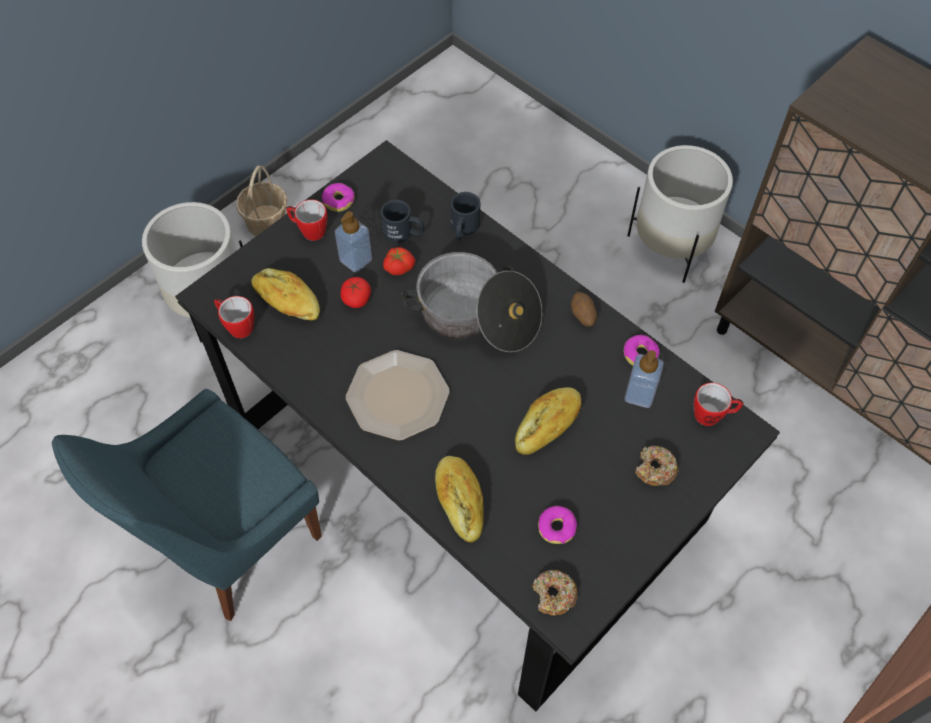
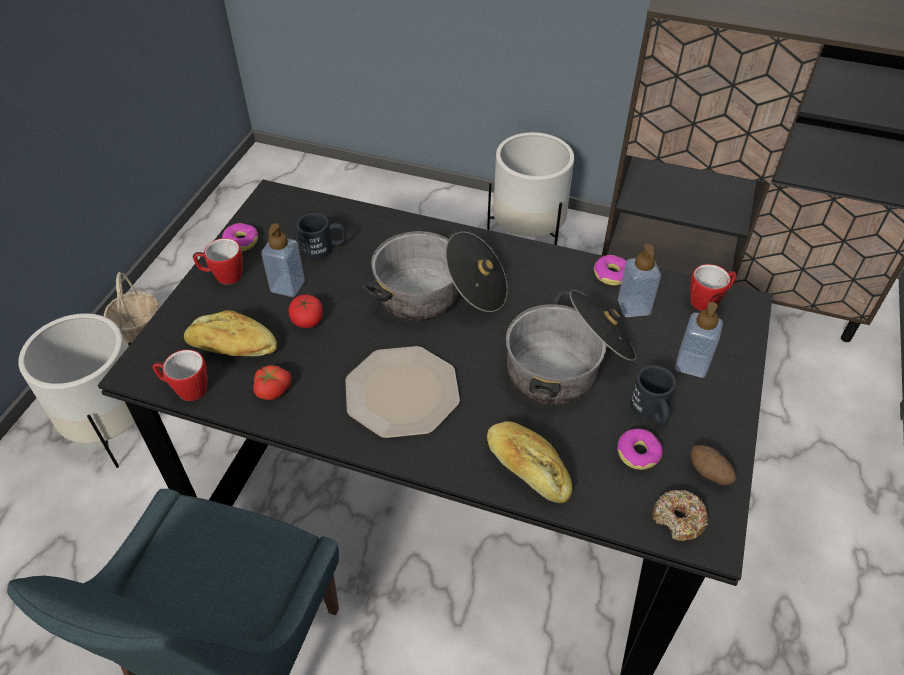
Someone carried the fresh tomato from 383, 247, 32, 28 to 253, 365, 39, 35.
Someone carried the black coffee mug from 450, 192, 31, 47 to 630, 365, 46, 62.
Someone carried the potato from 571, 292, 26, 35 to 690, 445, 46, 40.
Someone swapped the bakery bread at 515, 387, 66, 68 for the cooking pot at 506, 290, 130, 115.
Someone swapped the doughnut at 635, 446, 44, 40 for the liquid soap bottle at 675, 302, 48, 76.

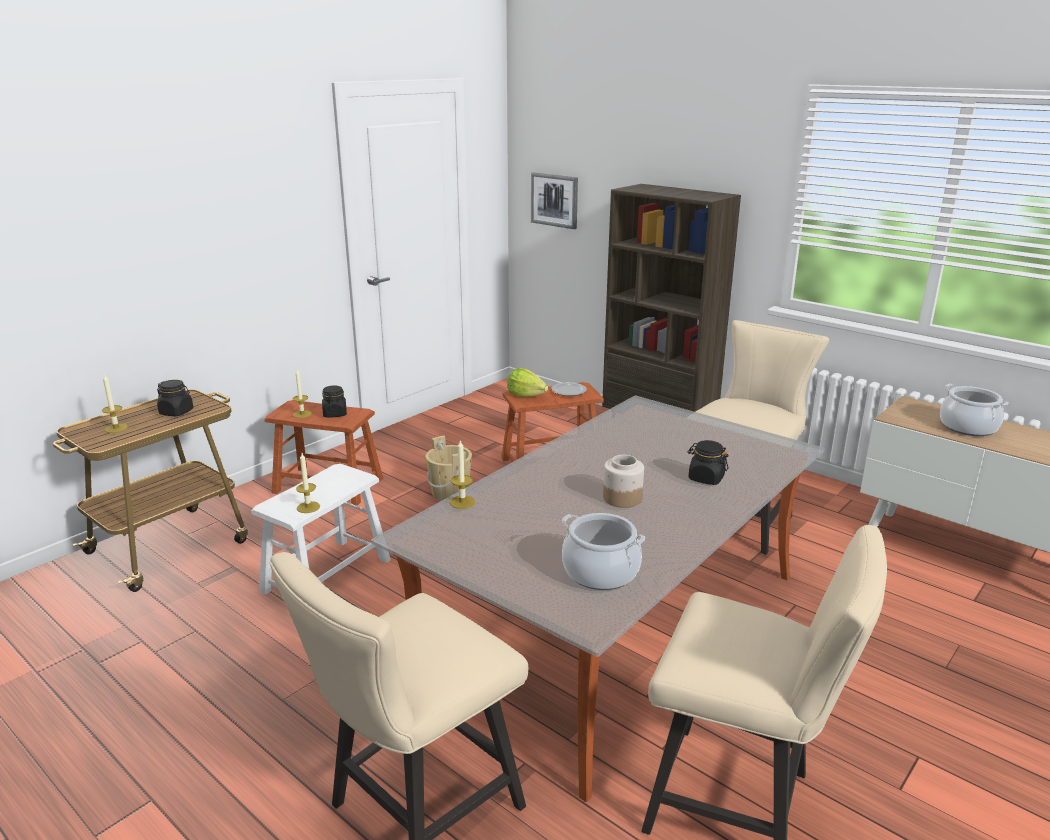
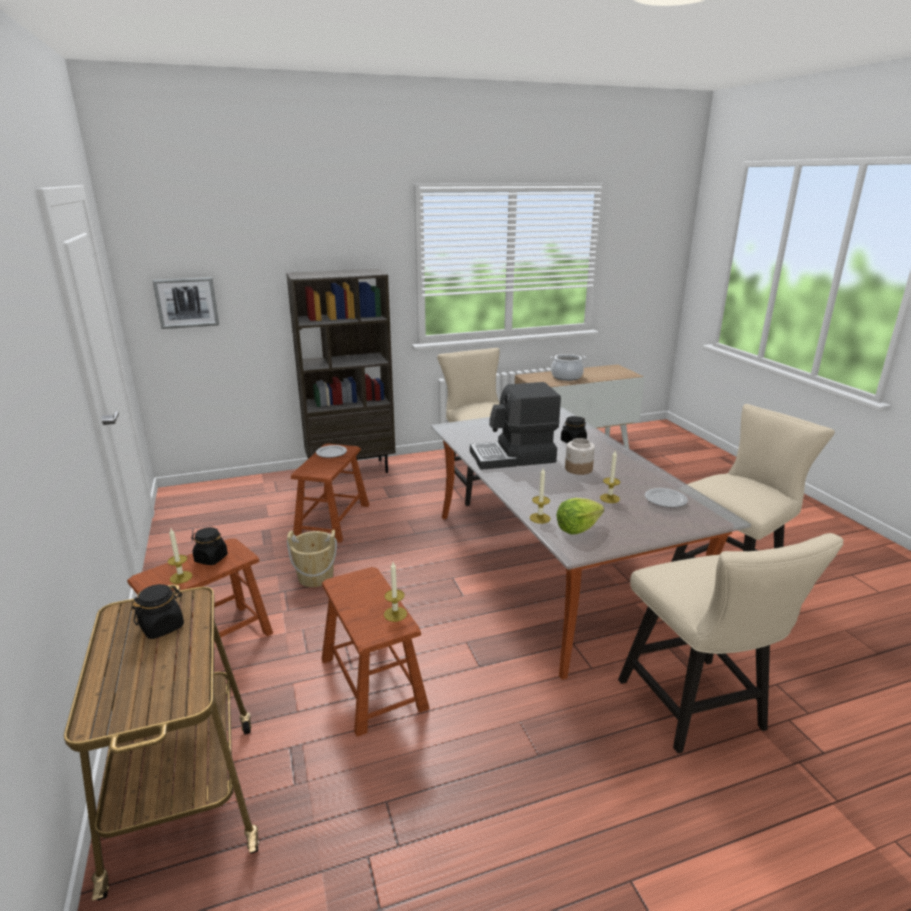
Someone put down the coffee brewer at 470, 382, 91, 88.
Someone carried the candle from 102, 374, 26, 59 to 600, 451, 20, 52.
Someone carried the lettuce head from 507, 368, 41, 29 to 556, 498, 48, 36.
Someone swapped the cooking pot at 562, 513, 83, 77 for the flat dish at 645, 488, 43, 20.
Someone repainted the white-coloured stool at 251, 464, 140, 130, which became the brown-coloured stool at 321, 567, 108, 170.

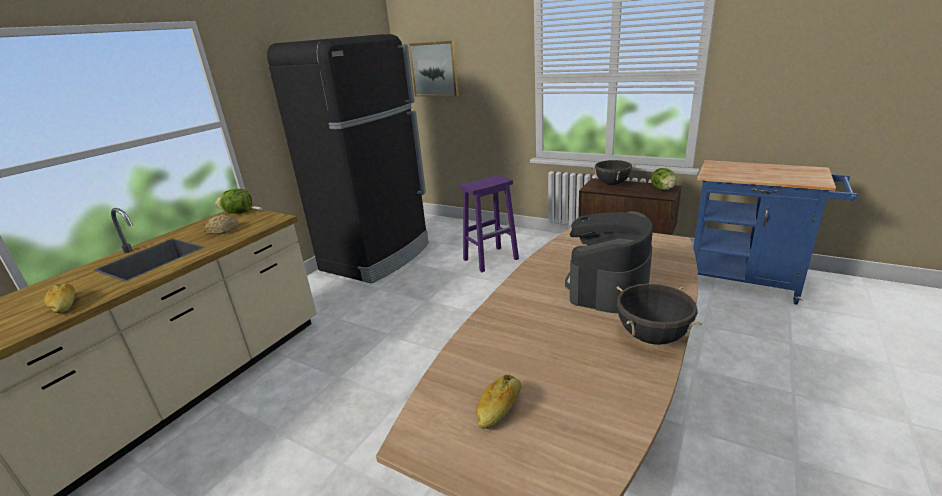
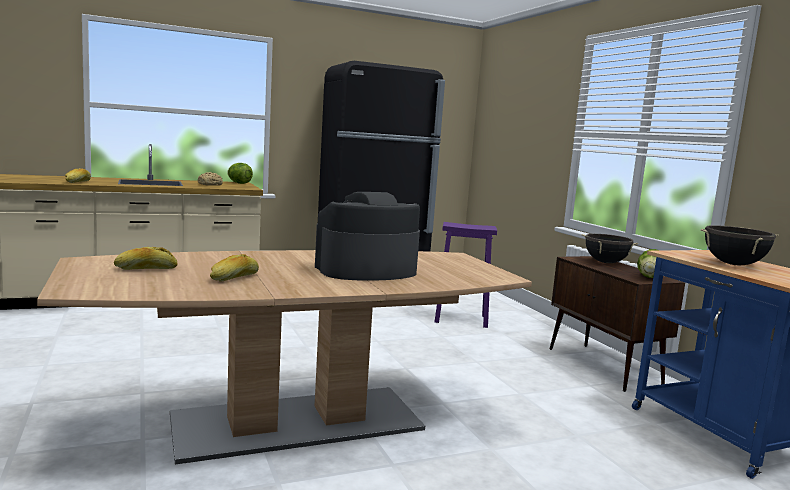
Someone took away the picture at 409, 41, 50, 56.
Someone put down the bakery bread at 210, 254, 49, 27.
Someone carried the black cooking pot from 617, 284, 85, 61 to 701, 225, 78, 40.

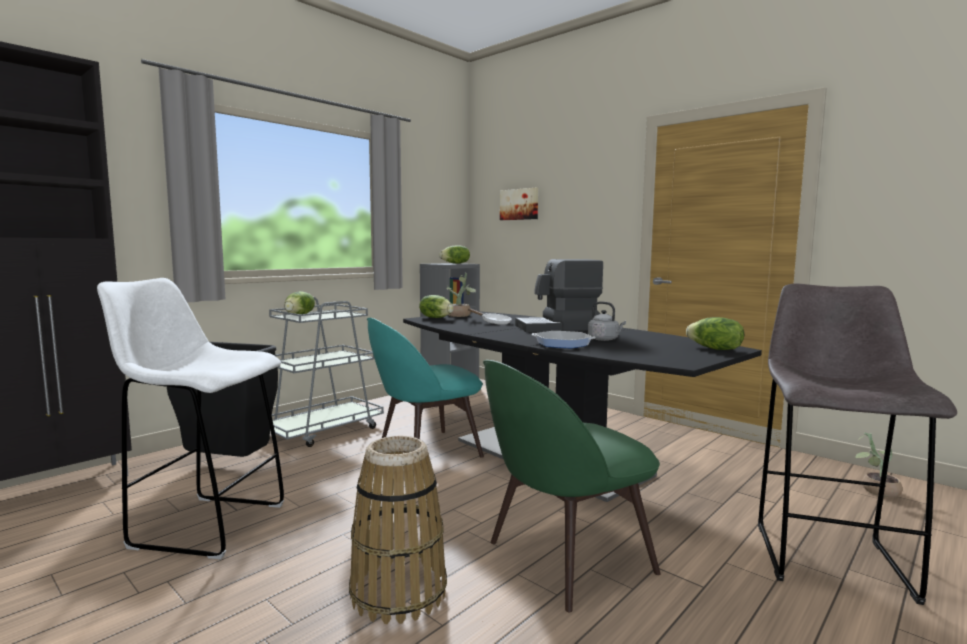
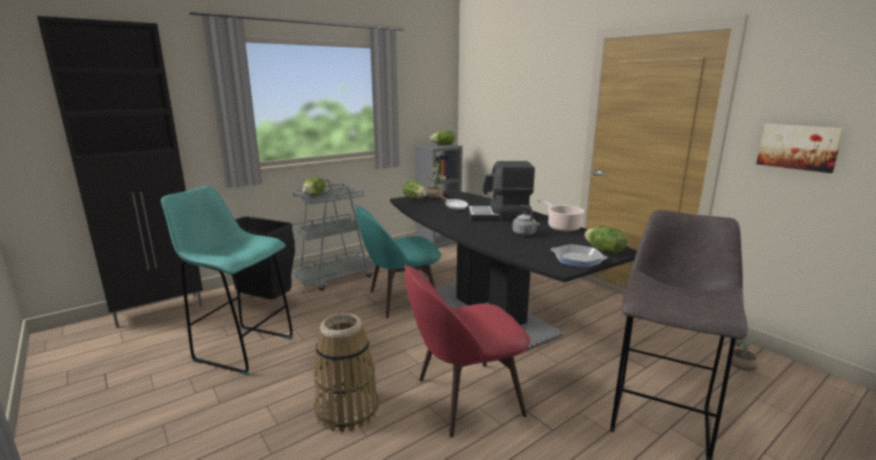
Someone put down the cooking pot at 538, 199, 46, 33.
Someone carried the picture from 500, 188, 38, 32 to 756, 124, 89, 49.
Someone carried the skillet from 531, 331, 65, 17 to 551, 244, 57, 24.
Someone repainted the white-coloured stool at 97, 278, 187, 282, which became the turquoise-coloured stool at 161, 185, 132, 190.
Someone repainted the greenish chair at 483, 360, 177, 252, which became the red-coloured chair at 404, 265, 126, 173.

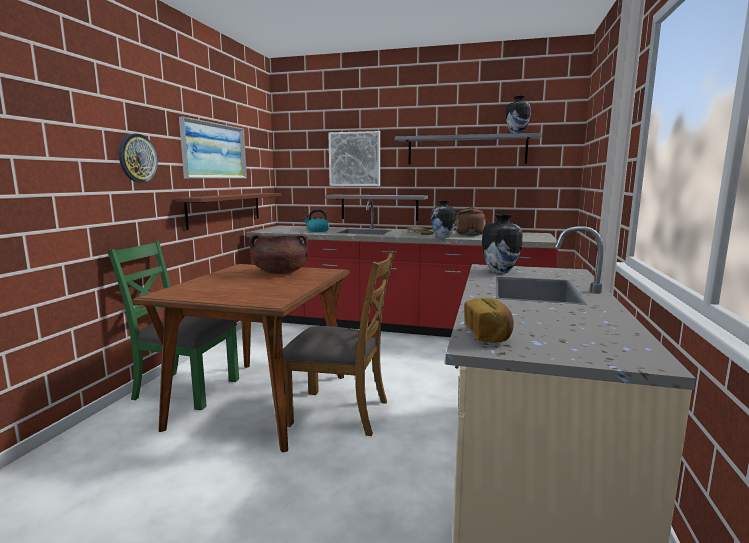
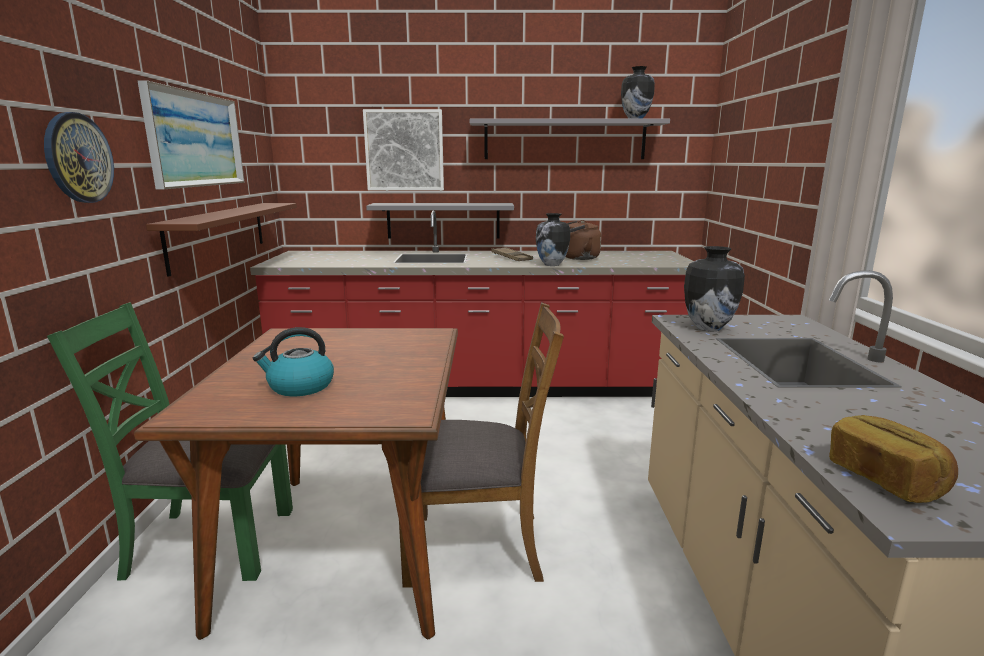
Someone took away the brown-coloured cooking pot at 250, 234, 58, 40.
Someone carried the kettle from 303, 209, 26, 23 to 253, 327, 81, 69.

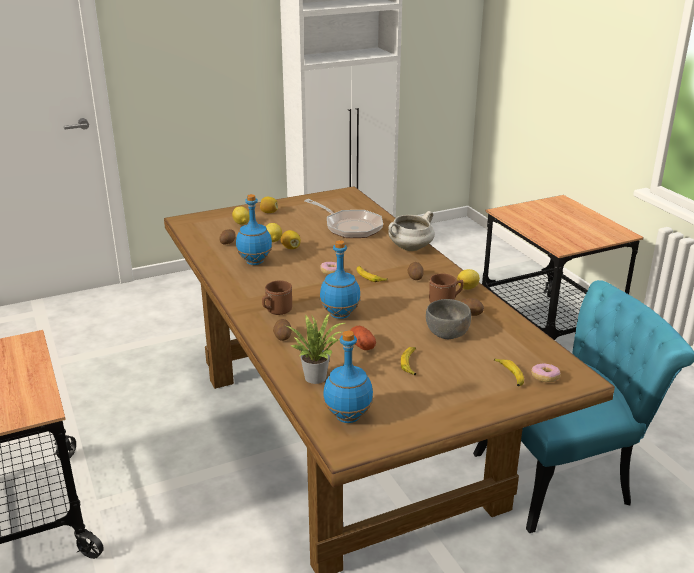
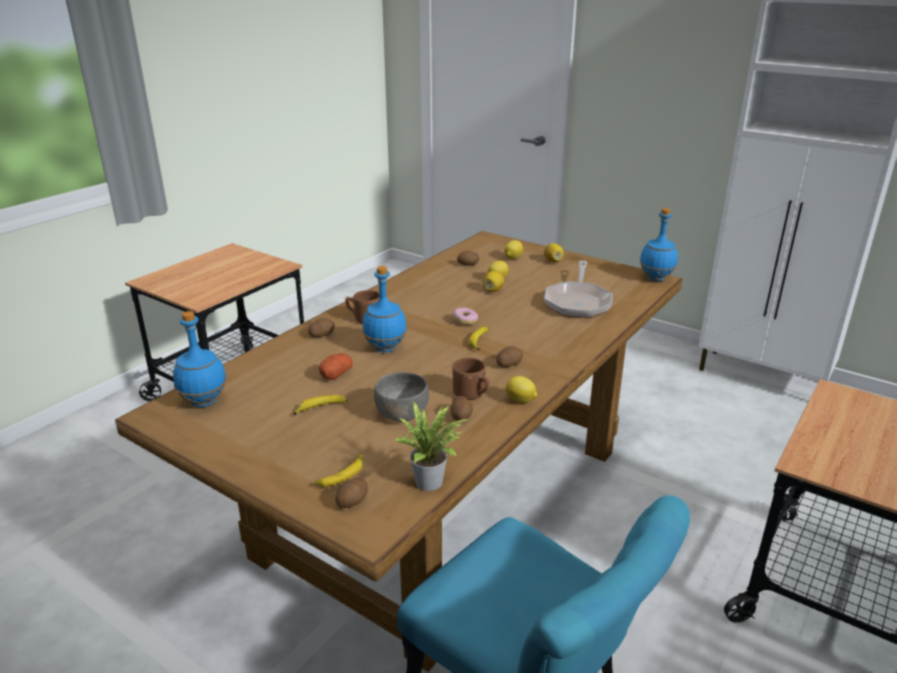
Someone took away the white-coloured cooking pot at 388, 211, 47, 40.
Someone carried the blue-coloured bottle from 236, 194, 36, 71 to 640, 208, 38, 73.
Someone carried the plant in a pot from 287, 313, 58, 71 to 395, 402, 73, 89.
Someone swapped the doughnut at 531, 363, 30, 19 for the potato at 335, 477, 33, 31.

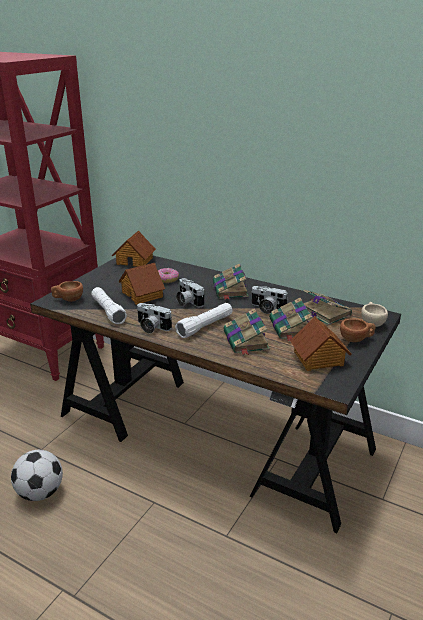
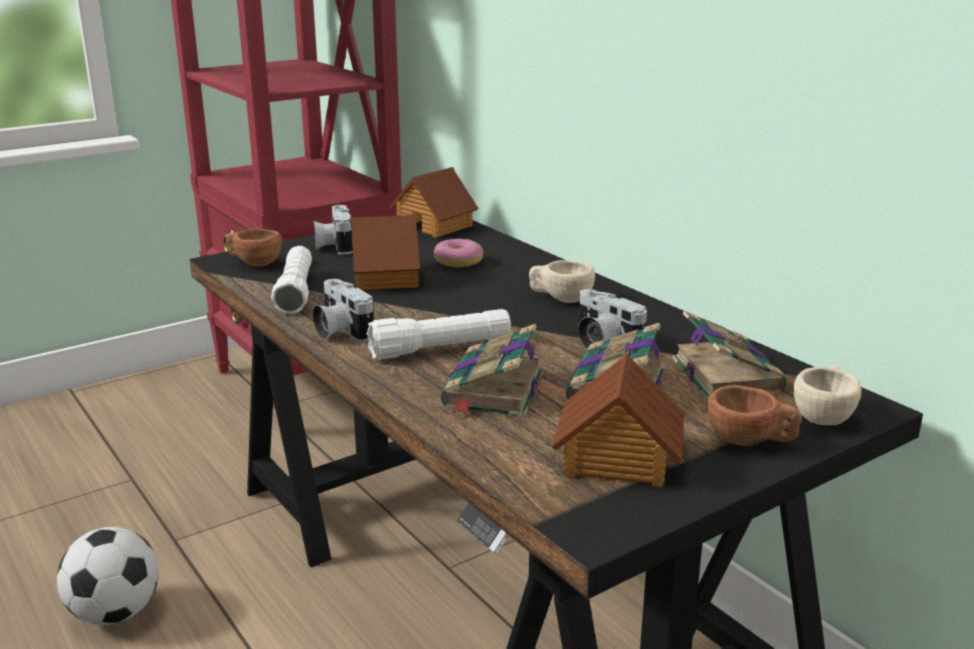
Someone carried the photo camera from 176, 278, 28, 29 to 314, 205, 39, 50.
Someone swapped the volume at 213, 263, 36, 37 for the sand-coloured cup at 529, 260, 66, 43.

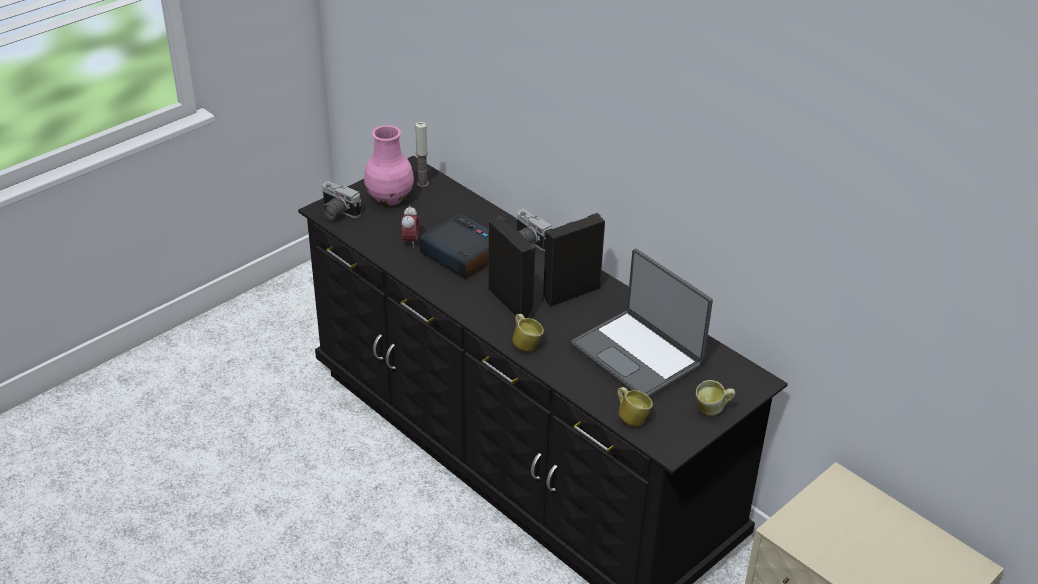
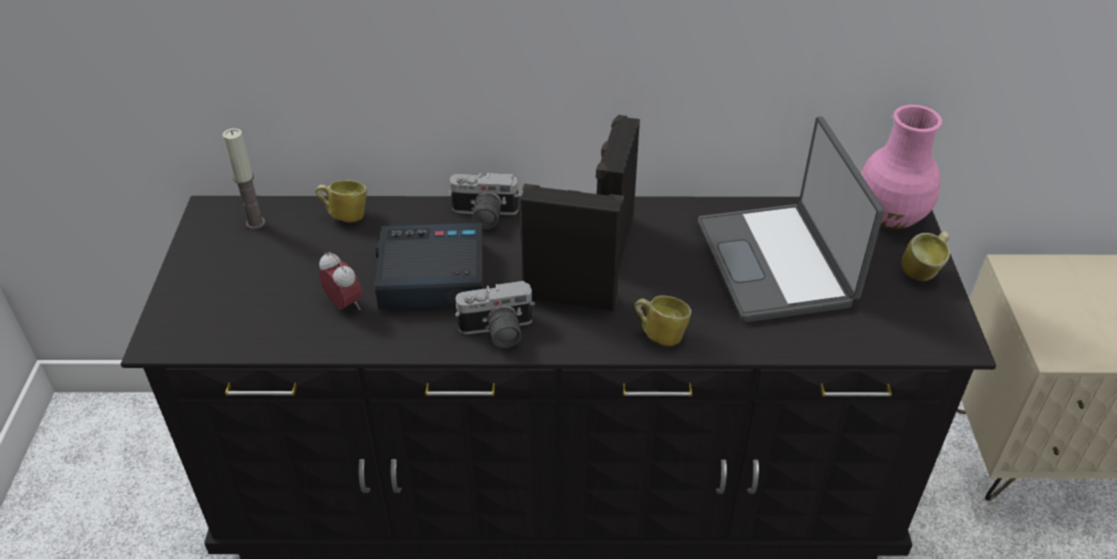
Someone carried the photo camera from 321, 181, 40, 39 to 455, 281, 80, 67.
Someone carried the pinkish vase from 364, 125, 50, 81 to 861, 105, 81, 125.
Someone carried the coffee mug from 617, 387, 36, 39 to 315, 180, 52, 43.
Someone rotated the laptop at 571, 249, 142, 149 by 75 degrees clockwise.

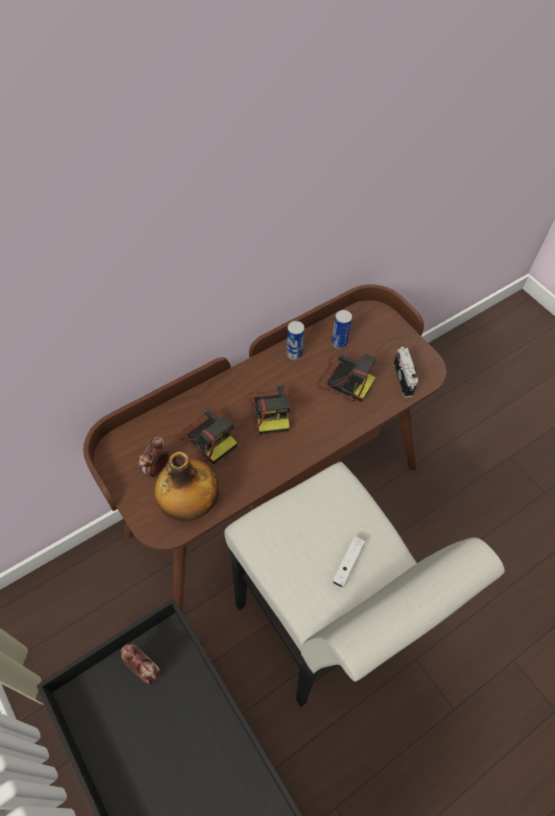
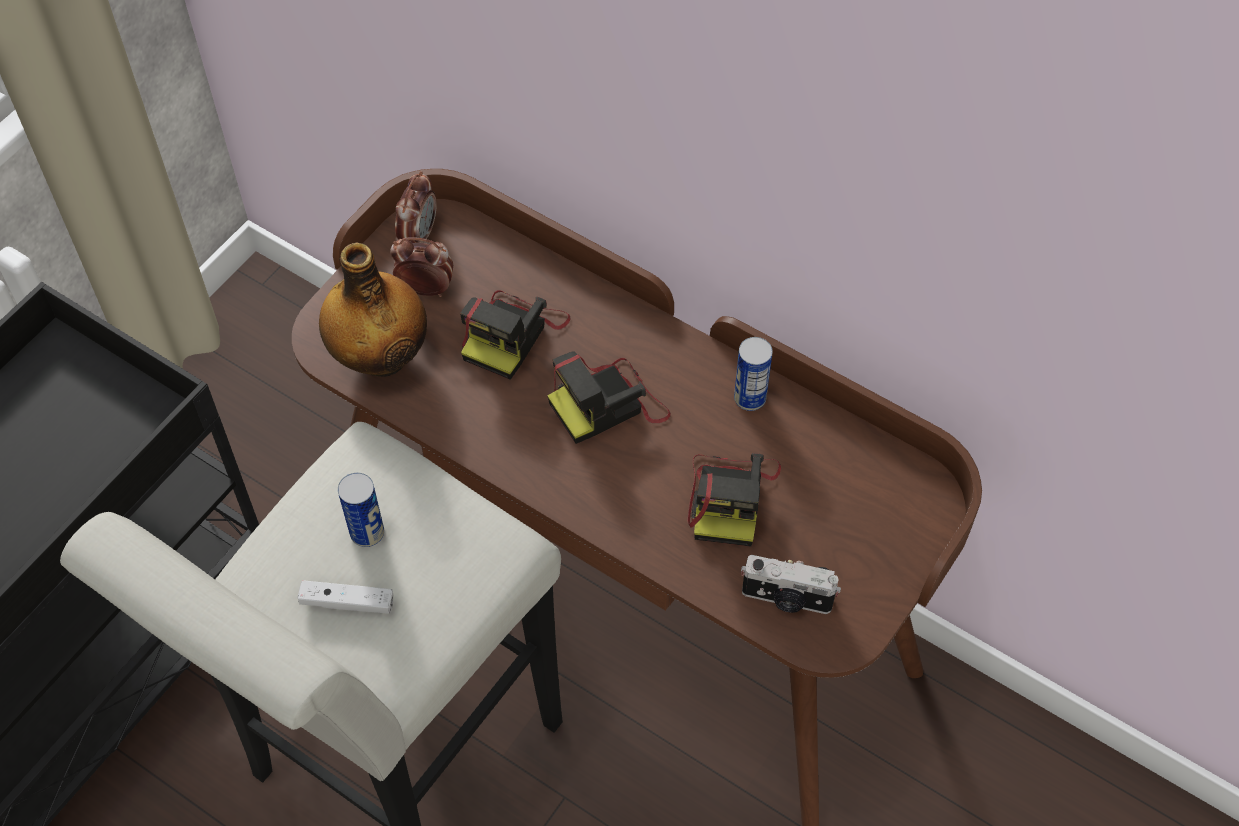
Someone carried the bedside clock from 120, 643, 41, 42 to 395, 171, 42, 72.
Someone carried the metal can from 332, 310, 20, 39 to 338, 473, 46, 74.
Someone rotated the photo camera at 394, 347, 24, 51 by 45 degrees clockwise.

